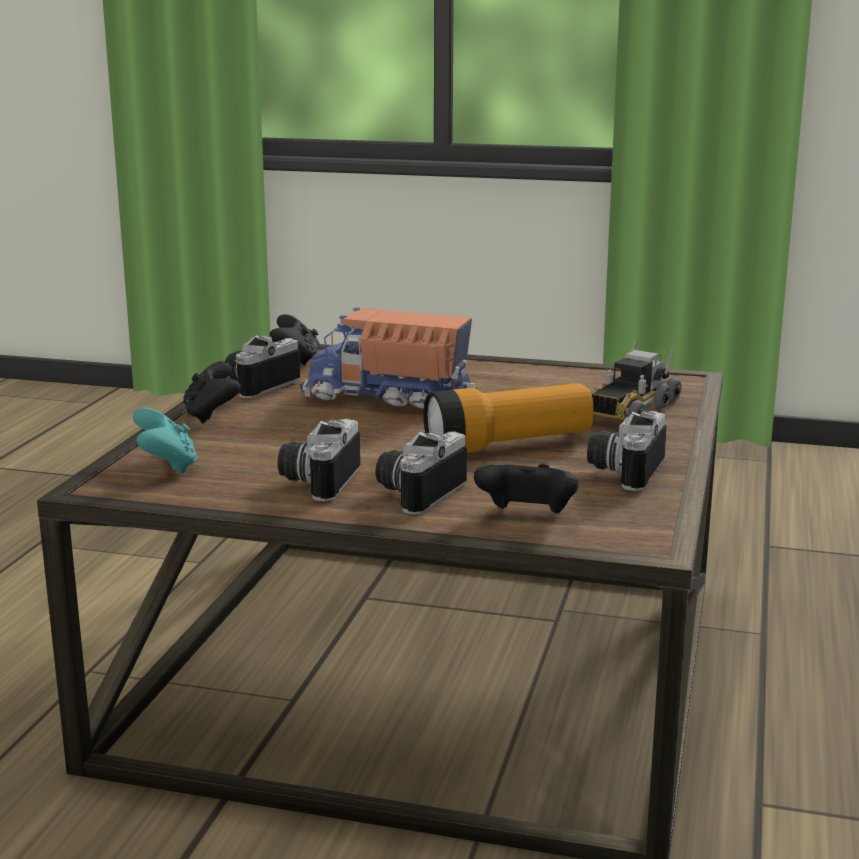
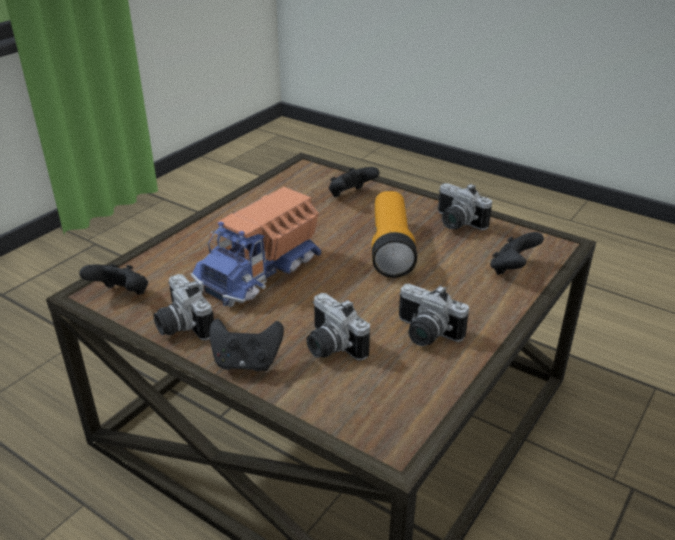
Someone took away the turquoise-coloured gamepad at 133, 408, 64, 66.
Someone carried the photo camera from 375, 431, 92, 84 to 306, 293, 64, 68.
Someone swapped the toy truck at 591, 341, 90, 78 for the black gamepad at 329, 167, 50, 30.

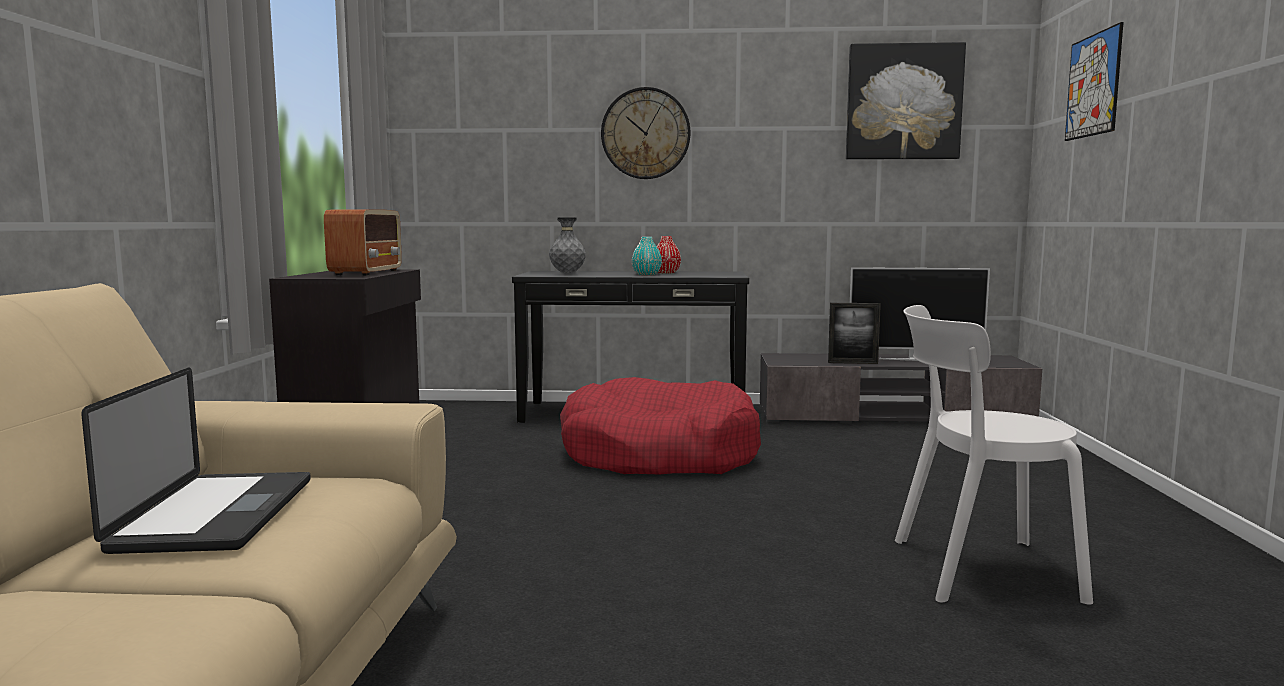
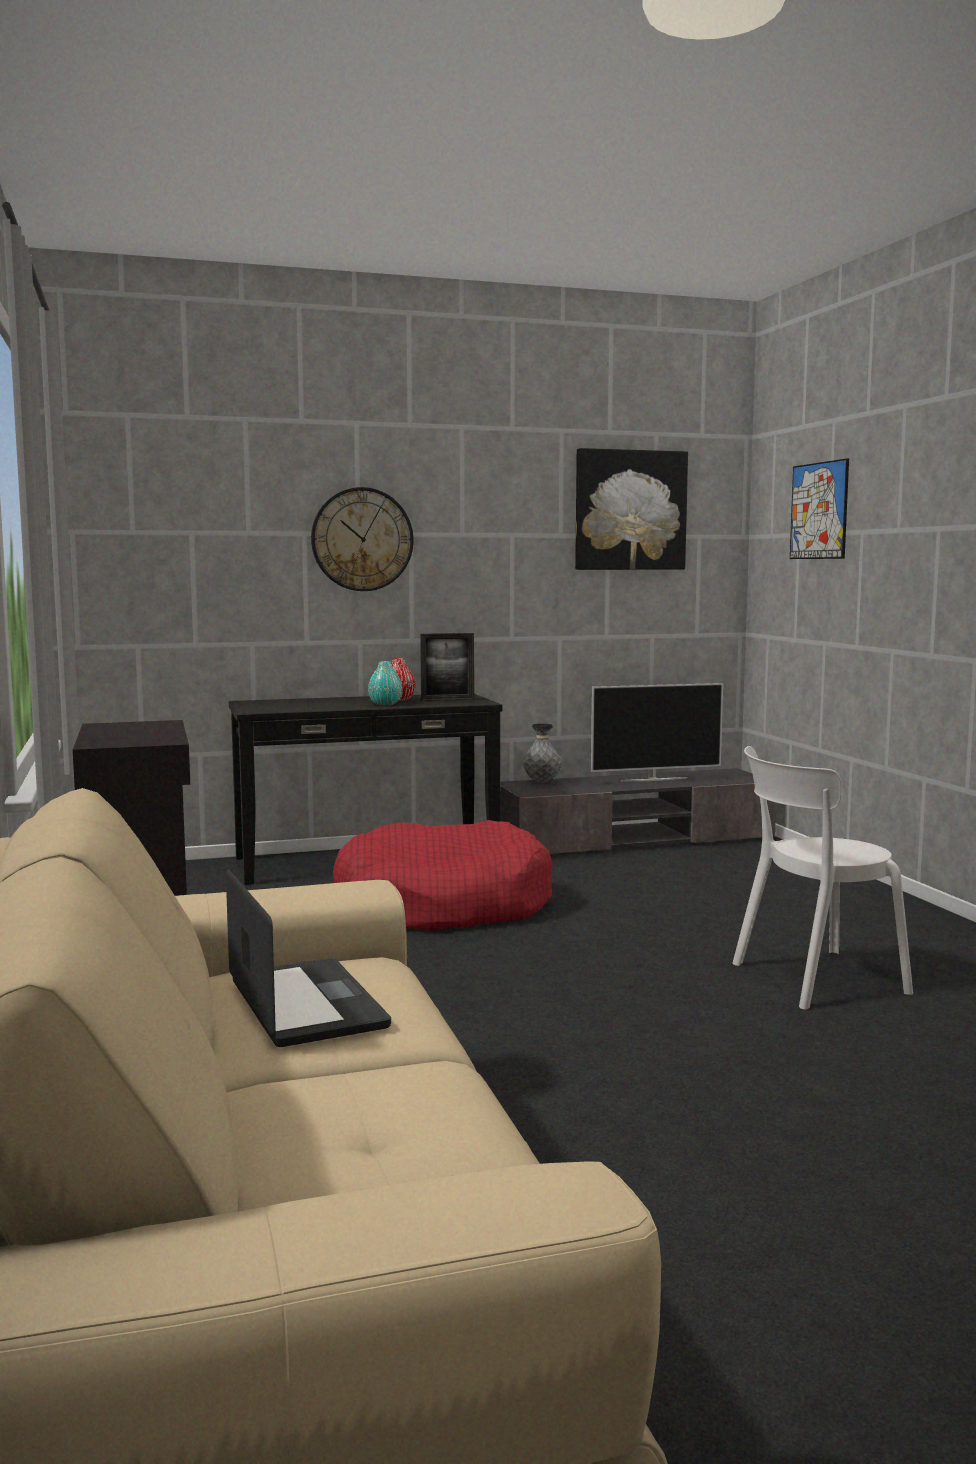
Someone took away the radio set at 324, 209, 78, 67.
Someone carried the gray vase from 549, 218, 37, 56 to 523, 723, 38, 60.
Someone carried the standing frame from 828, 303, 53, 61 to 420, 633, 54, 68.

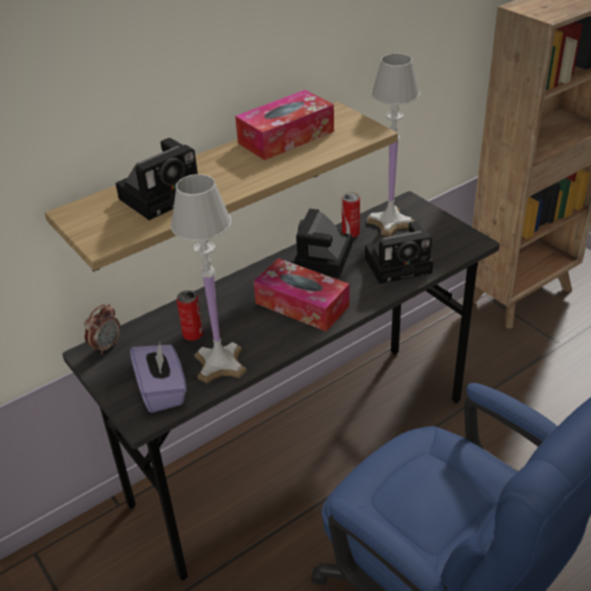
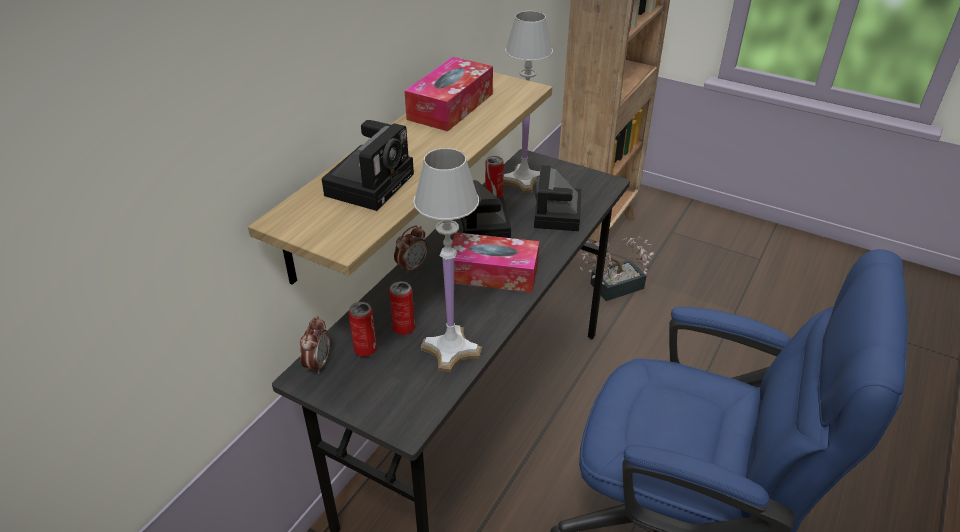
Someone took away the purple-coloured tissue box at 130, 342, 57, 71.
Someone put down the metal can at 349, 302, 28, 55.
Someone put down the bedside clock at 394, 225, 34, 49.
Someone put down the plant in a pot at 580, 234, 73, 67.
Someone rotated the photo camera at 365, 221, 68, 63 by 135 degrees clockwise.

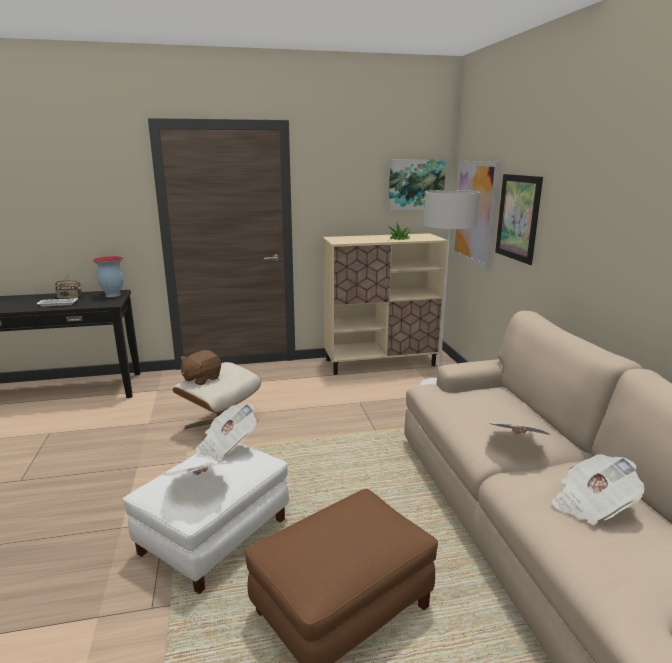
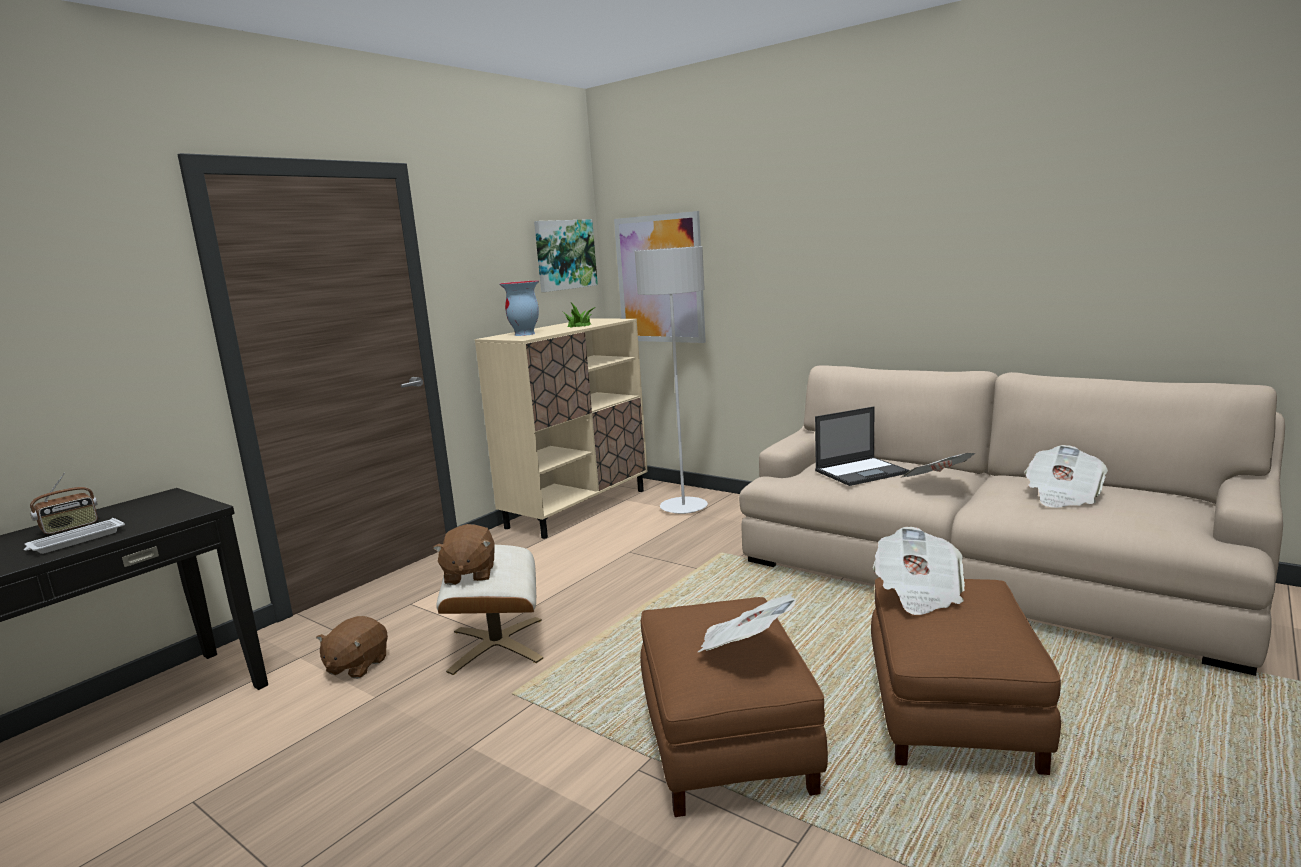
Someone took away the picture at 495, 174, 48, 91.
Someone put down the brown-coloured plush toy at 316, 616, 72, 63.
Someone put down the laptop at 815, 407, 94, 79.
Someone carried the vase from 92, 256, 31, 41 to 499, 281, 40, 55.
Someone carried the newspaper from 195, 404, 62, 55 to 873, 527, 92, 88.
Someone repainted the white-coloured pouffe at 123, 443, 166, 151, which became the brown-coloured pouffe at 640, 597, 188, 220.

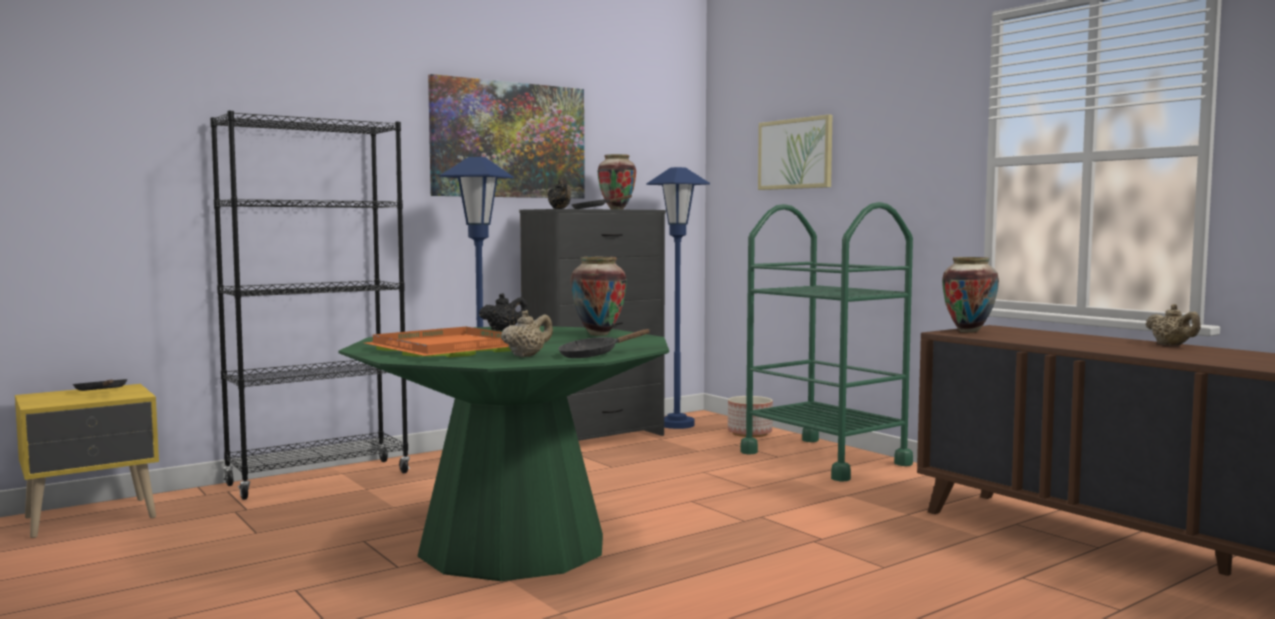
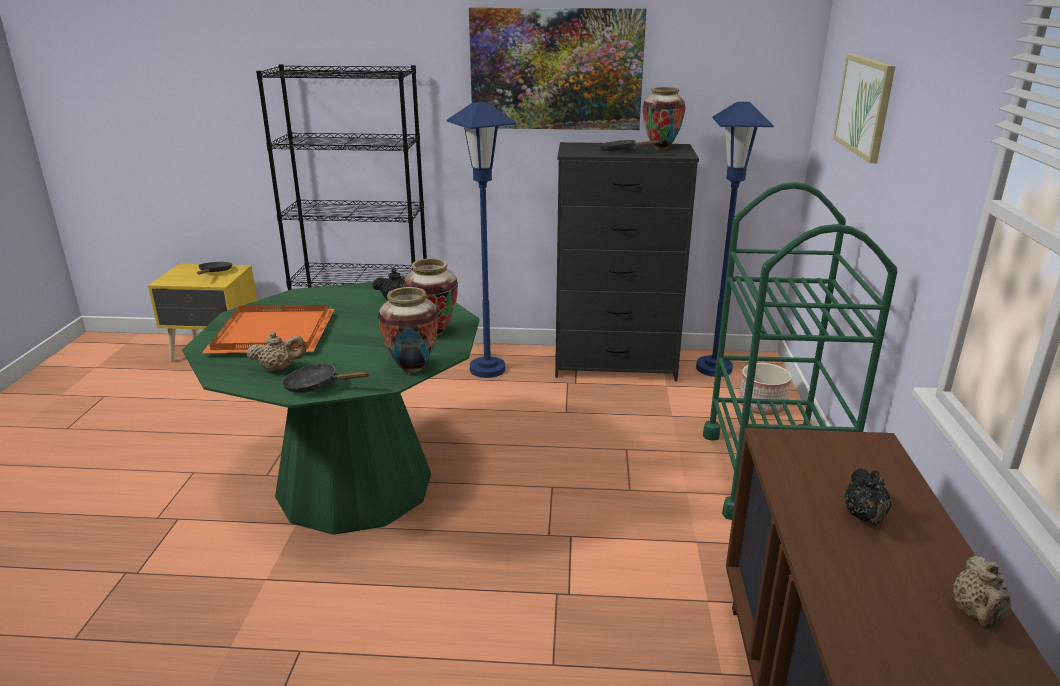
Someone carried the black teapot from 548, 180, 23, 29 to 845, 469, 46, 57.
Someone carried the vase from 942, 257, 57, 76 to 378, 287, 61, 86.

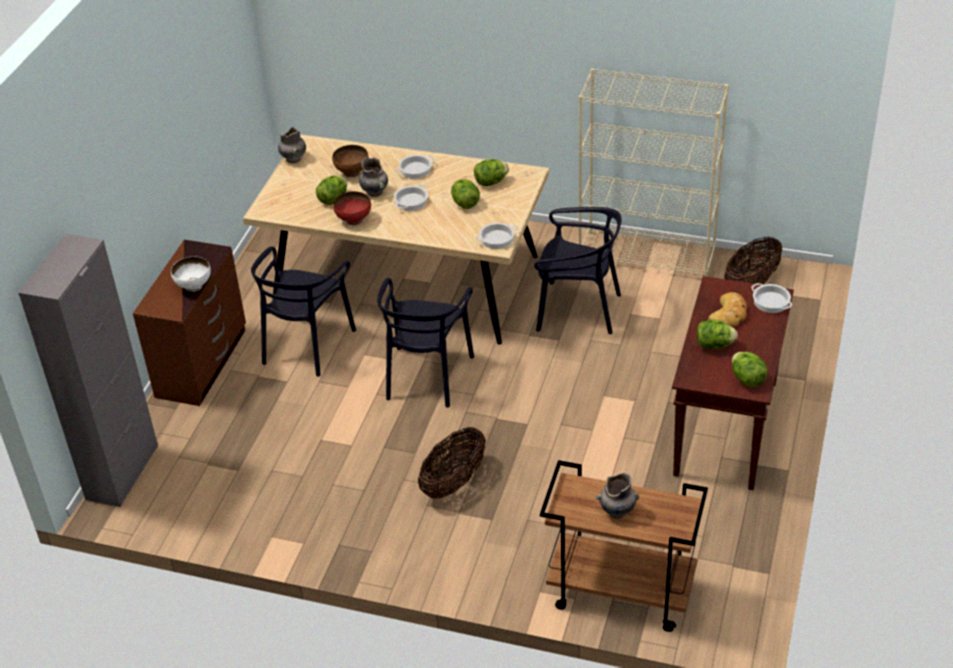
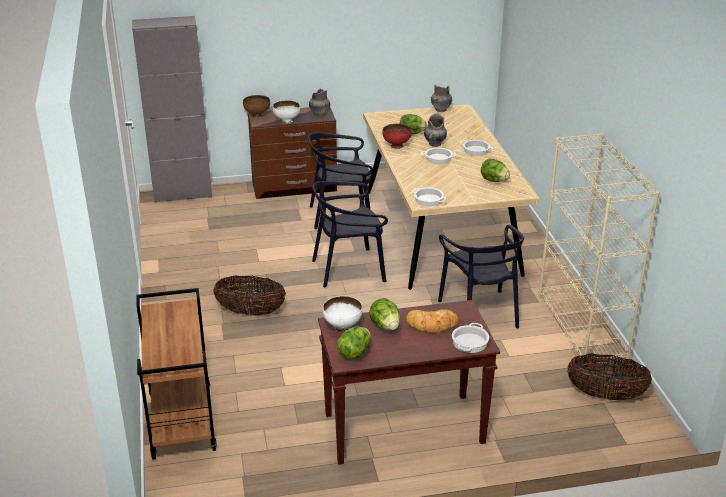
Someone took away the lettuce head at 451, 179, 29, 30.
Someone put down the white-coloured serving bowl at 323, 296, 40, 36.
Someone carried the brown-coloured serving bowl from 332, 145, 37, 32 to 243, 95, 27, 23.
Someone carried the gray vase from 595, 473, 44, 46 to 309, 88, 21, 29.

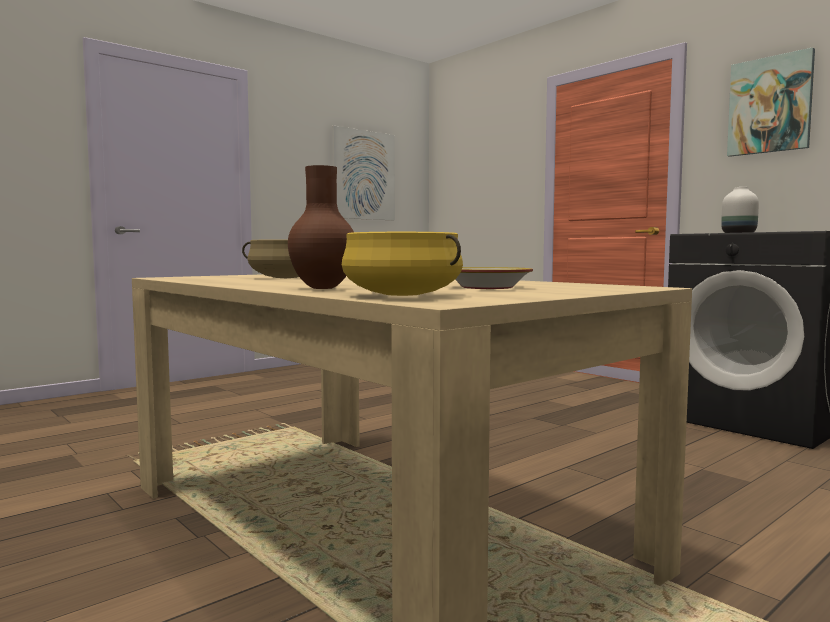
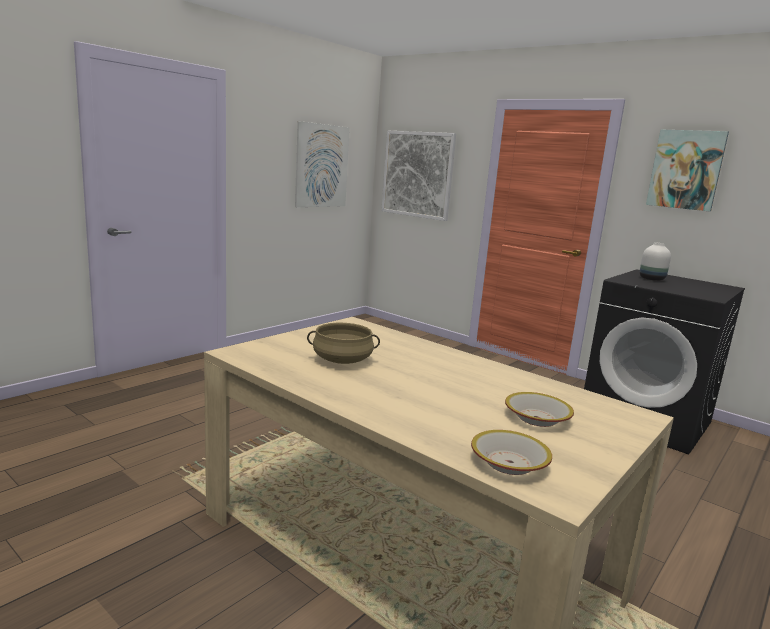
Someone took away the brown-coloured vase at 288, 165, 66, 124.
Someone put up the picture at 381, 130, 75, 91.
Someone swapped the yellow cooking pot at 342, 232, 121, 64 for the serving bowl at 471, 430, 81, 45.

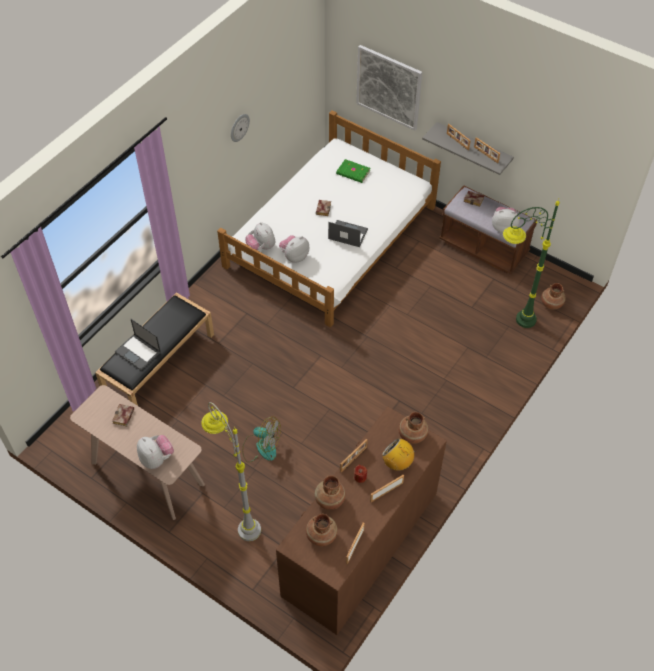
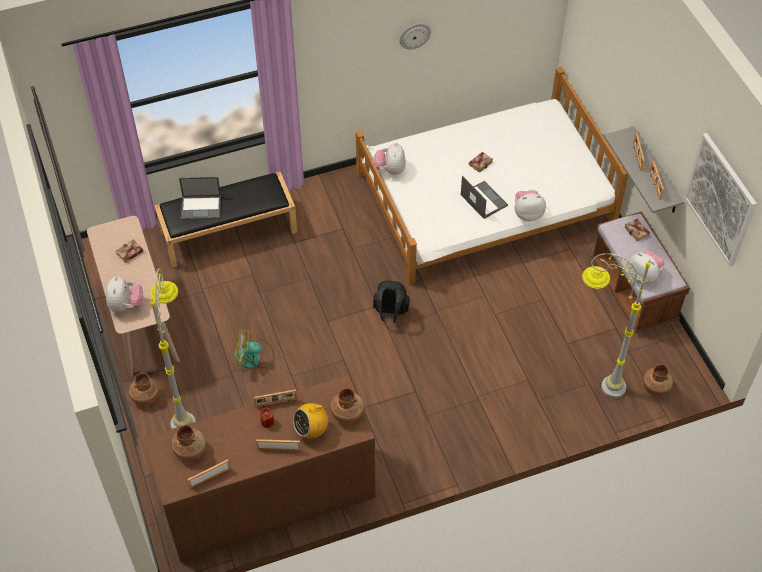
Someone took away the greenish volume at 336, 159, 34, 24.
Someone put down the black knapsack at 373, 280, 37, 43.
Someone carried the plush toy from 279, 235, 30, 28 to 515, 190, 31, 32.
Someone carried the brown-coloured vase from 315, 475, 30, 35 to 129, 373, 30, 33.
Someone carried the picture from 356, 45, 66, 86 to 684, 133, 73, 134.
Someone repainted the greenish floor lamp at 503, 198, 57, 130, which became the gray floor lamp at 582, 253, 69, 145.
Someone rotated the laptop at 115, 319, 46, 51 by 75 degrees counterclockwise.
Someone rotated the electric fan at 242, 417, 39, 46 by 120 degrees clockwise.
Someone rotated the radio set at 382, 438, 33, 33 by 105 degrees counterclockwise.

